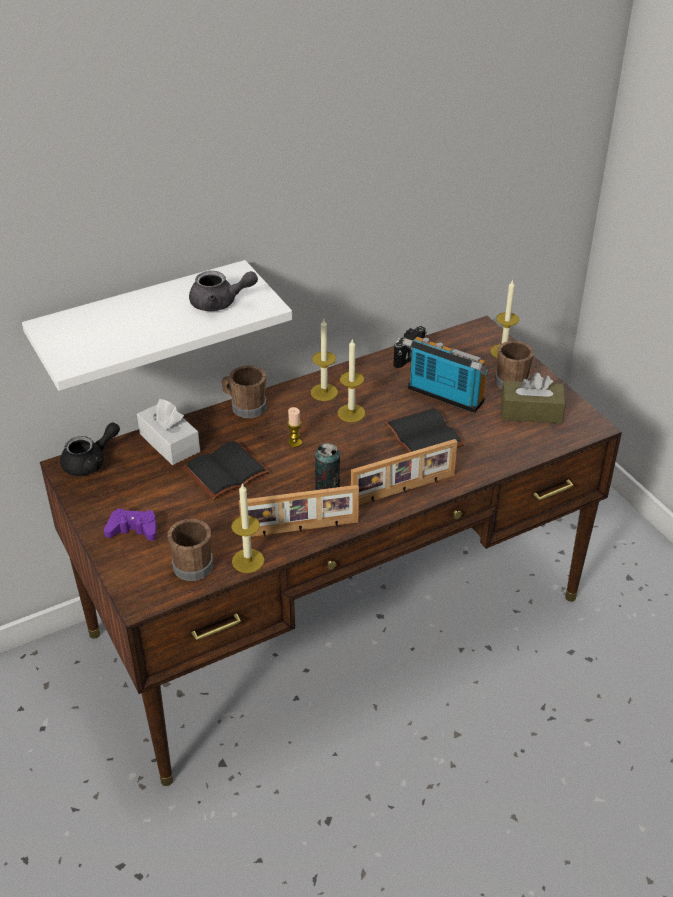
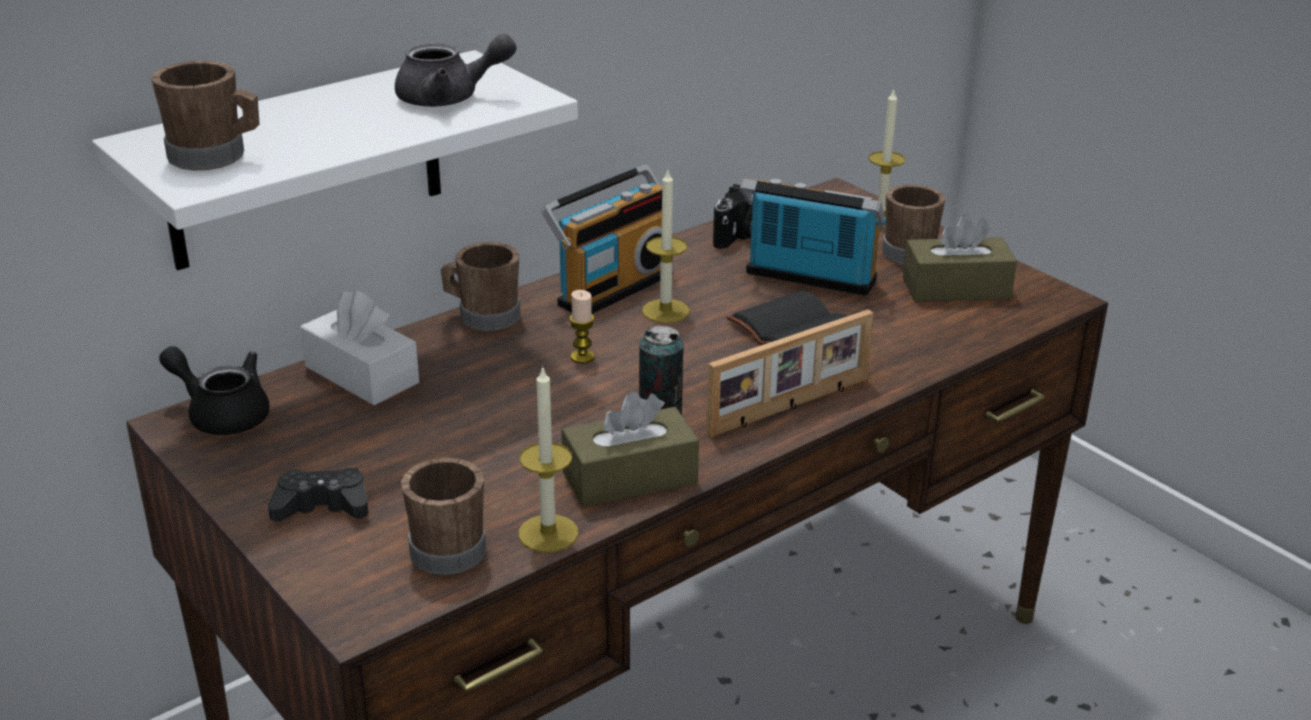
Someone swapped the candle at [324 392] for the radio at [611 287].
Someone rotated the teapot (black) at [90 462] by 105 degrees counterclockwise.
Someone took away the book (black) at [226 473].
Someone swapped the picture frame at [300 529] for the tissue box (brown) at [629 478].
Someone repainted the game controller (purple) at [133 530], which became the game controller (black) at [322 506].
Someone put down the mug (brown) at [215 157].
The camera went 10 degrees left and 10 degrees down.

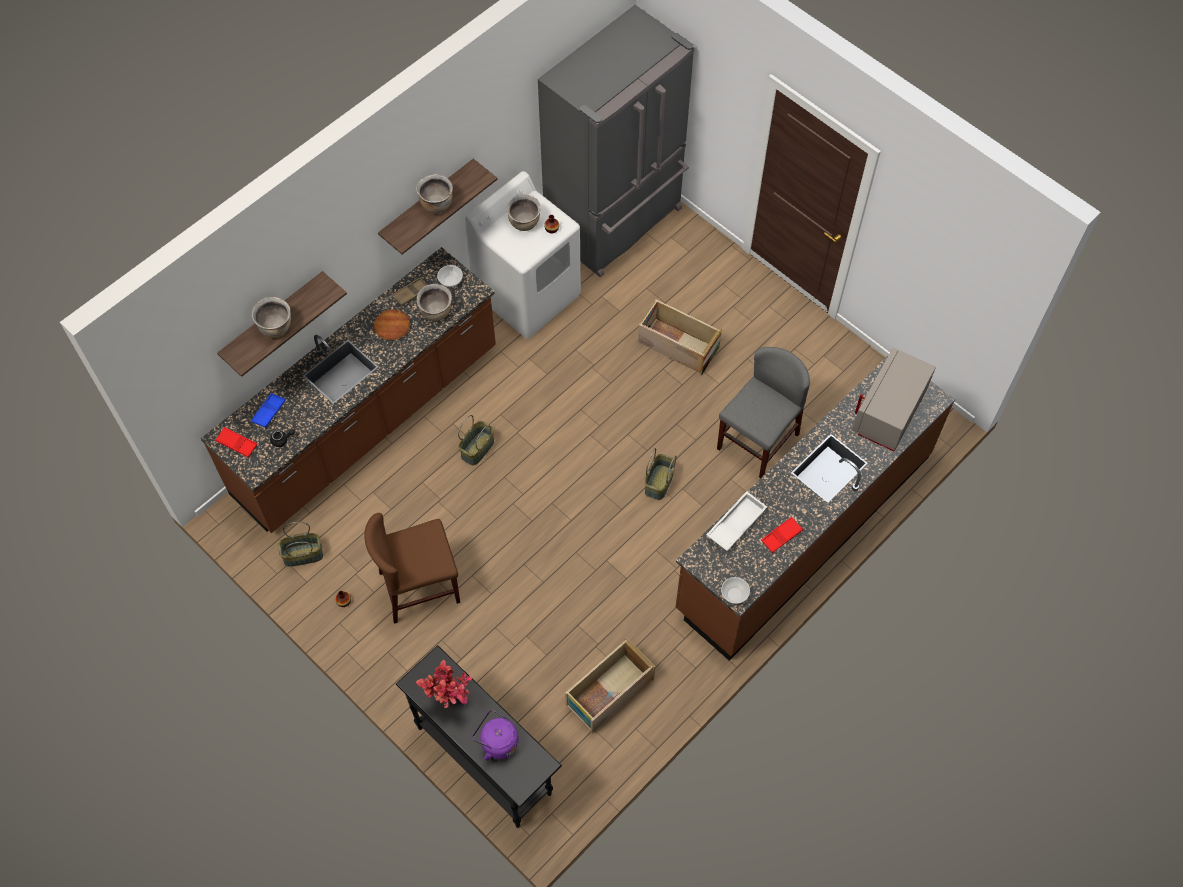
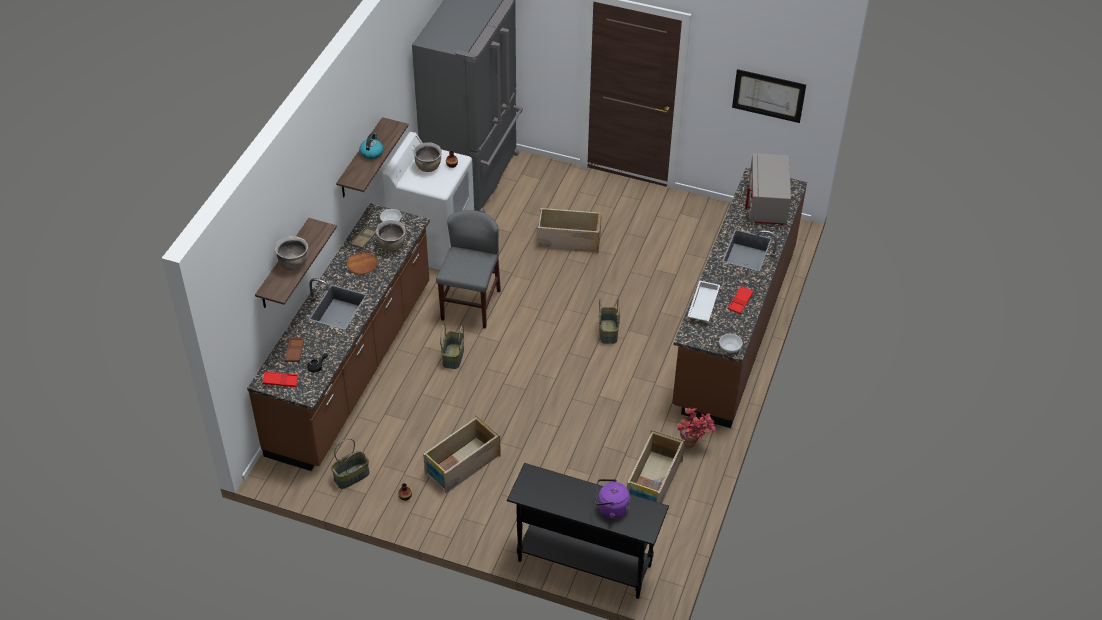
Someone swapped the cooking pot (brown) at [436 204] for the kettle at [371 152].
Someone carried the chair (grey) from [757 441] to [470 305].
Someone repainted the tray (blue) at [269 412], which became the tray (brown) at [294 351].
Someone swapped the chair (brown) at [419 587] for the crate at [462 465].
Someone carried the potted plant from [450 700] to [693 445].
Someone put up the picture at [768 95].
The camera went 25 degrees left and 15 degrees down.

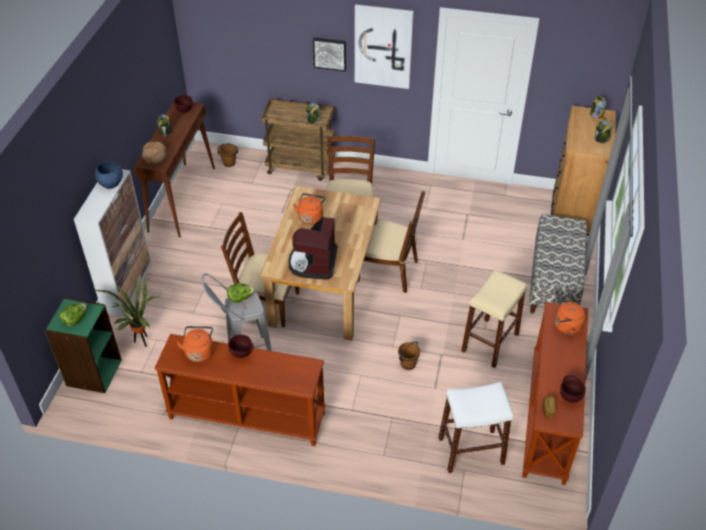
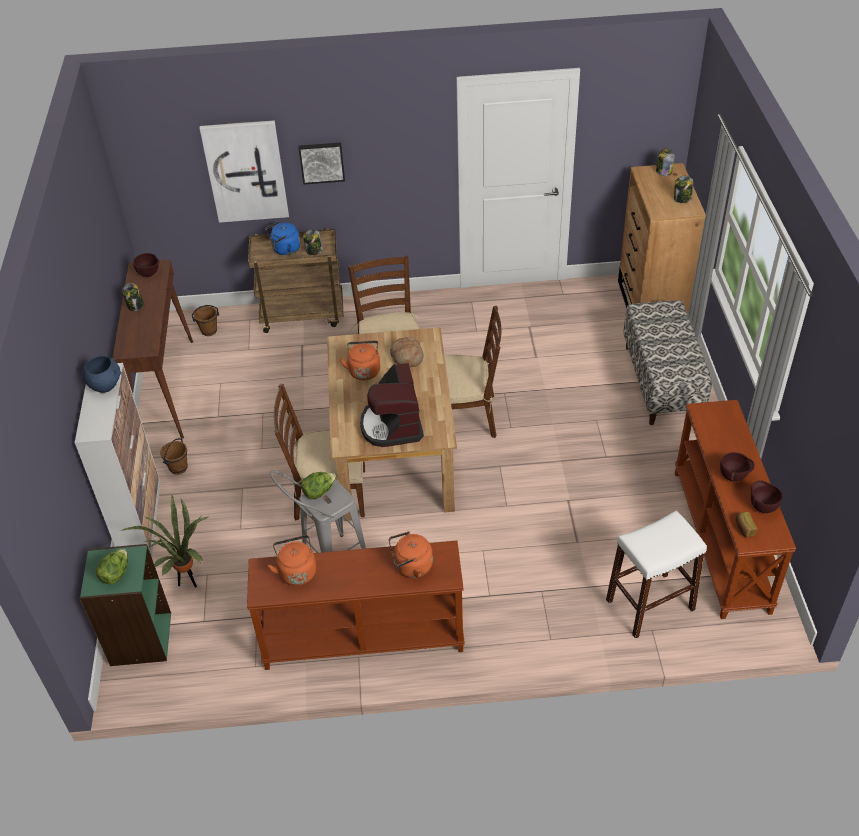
Someone carried the picture from [383 46] to [245 171].
Someone carried the bread from [154 156] to [407 357].
Someone took away the stool (beige) at [490 342].
Someone carried the kettle (orange) from [565 326] to [411 567].
Someone carried the bowl (brown) from [242 354] to [734 477].
Someone carried the bucket (brown) from [408 364] to [179 468].
Someone put down the kettle (blue) at [284 250].
The camera went 15 degrees left and 0 degrees up.

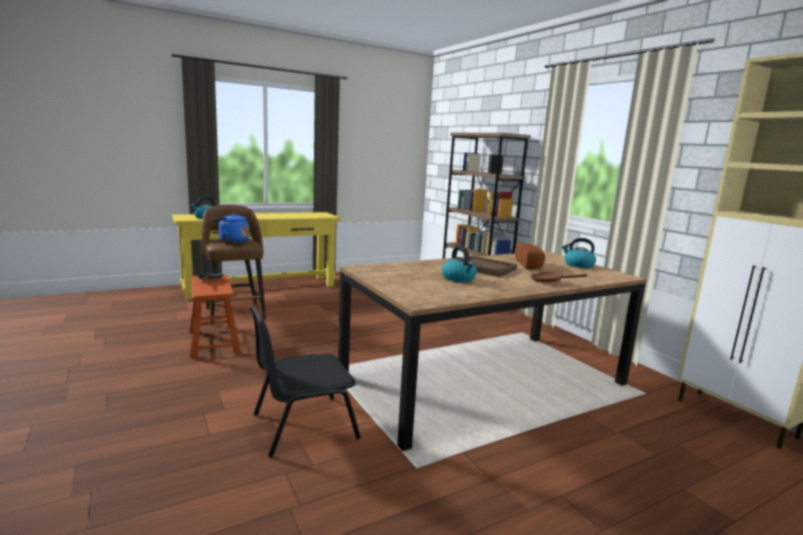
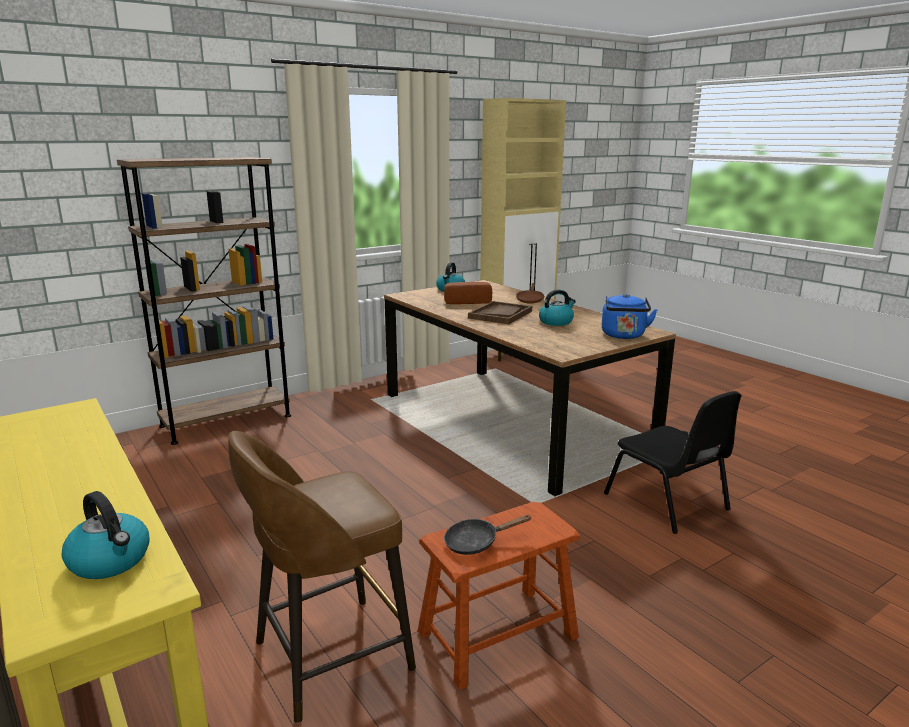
Someone carried the kettle (blue) from [232 241] to [624 336].
The camera went 95 degrees left and 5 degrees up.

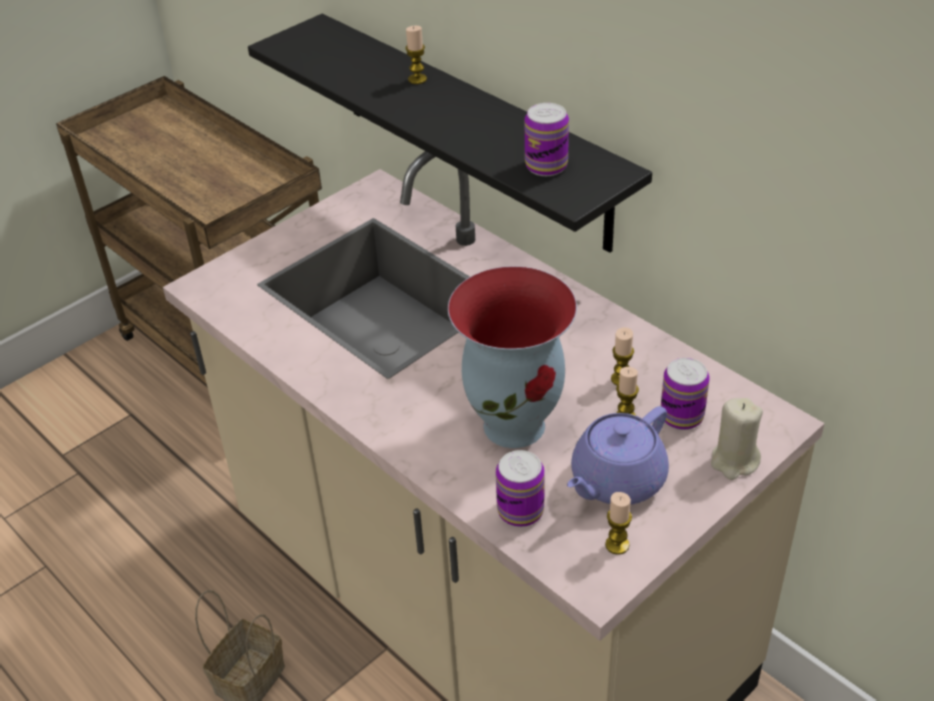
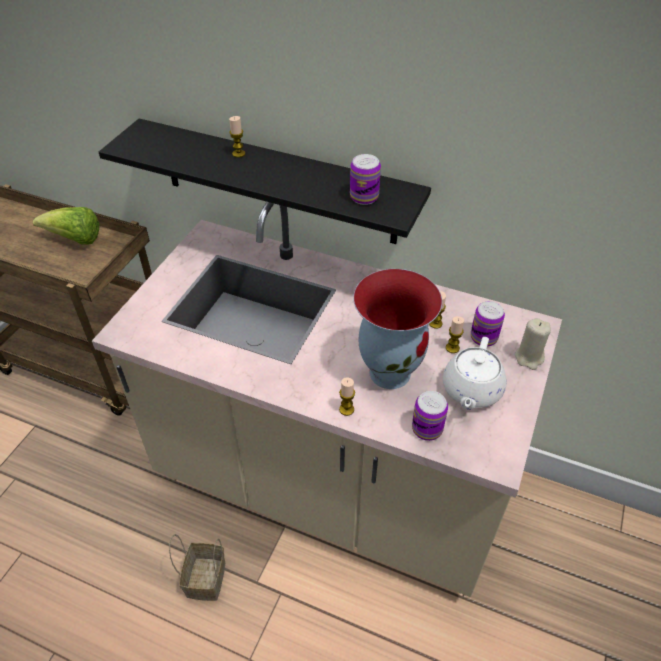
Someone repainted the teapot (purple) at [616 481], which became the teapot (white) at [471 390].
Someone carried the candle from [617 545] to [346 409].
Someone put down the lettuce at [75 239].
The camera went 25 degrees left and 5 degrees up.

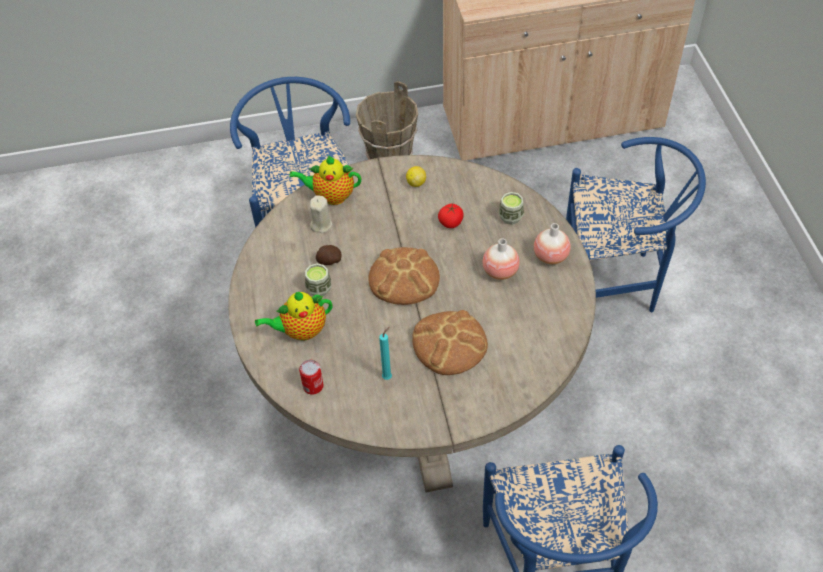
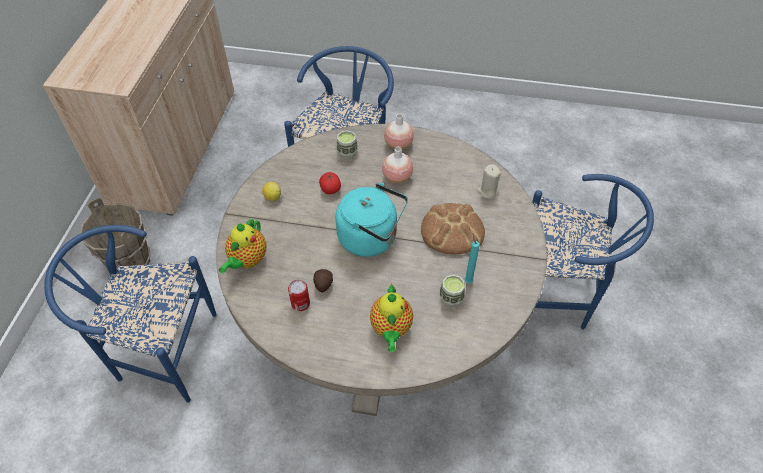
Someone carried the candle (beige) from [321 224] to [487 191].
Someone swapped the bread at [403 278] for the kettle (turquoise) at [371 238].
Someone carried the cup from [319 289] to [451 298].
Someone carried the can from [313 386] to [300 303].
The camera went 70 degrees left and 0 degrees up.

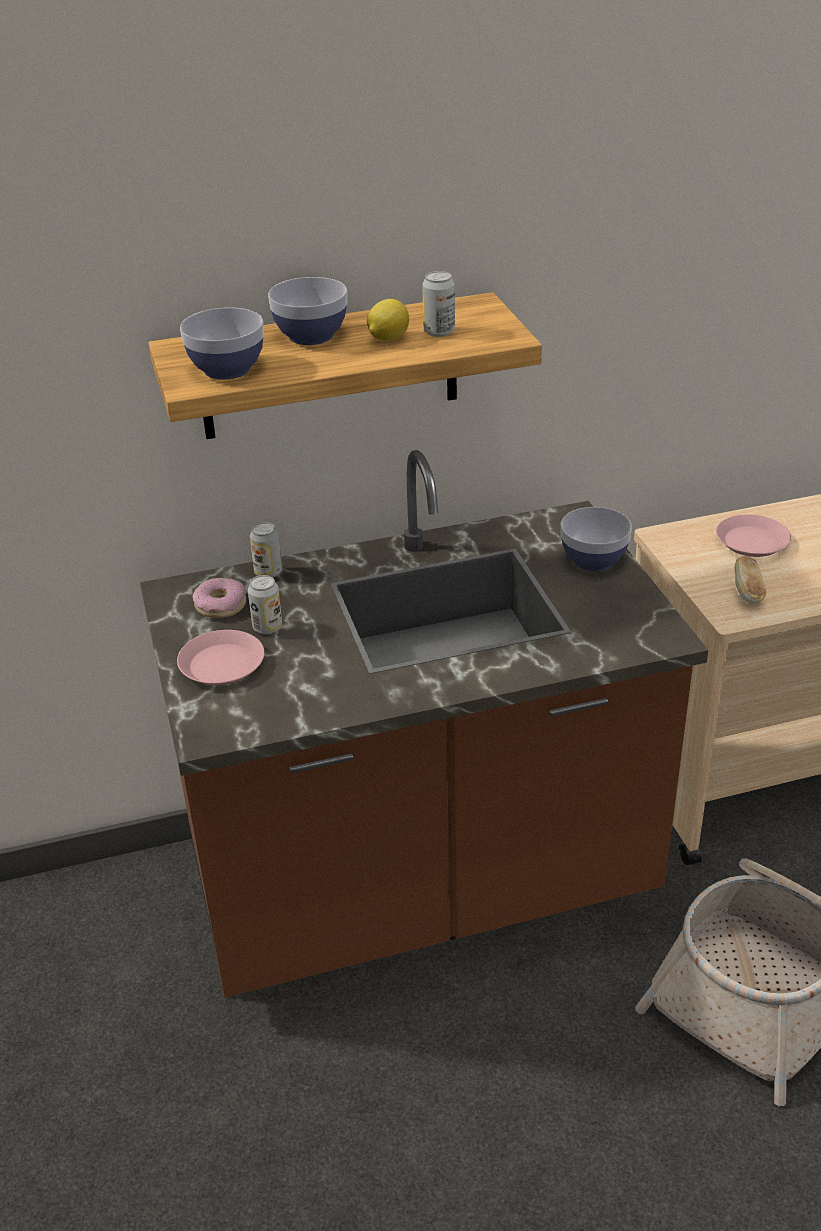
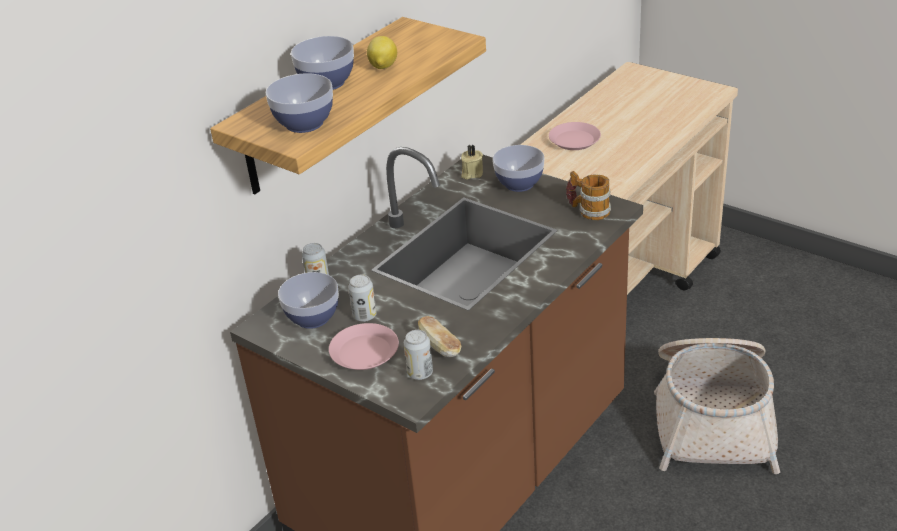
Someone carried the can from [439 332] to [420 373].
Someone carried the bread from [748 591] to [440 346].
Someone swapped the donut at [221 605] for the bowl at [313 318].
Someone put down the candle (beige) at [471 173].
Someone put down the mug at [588 211].
The camera went 35 degrees left and 0 degrees up.

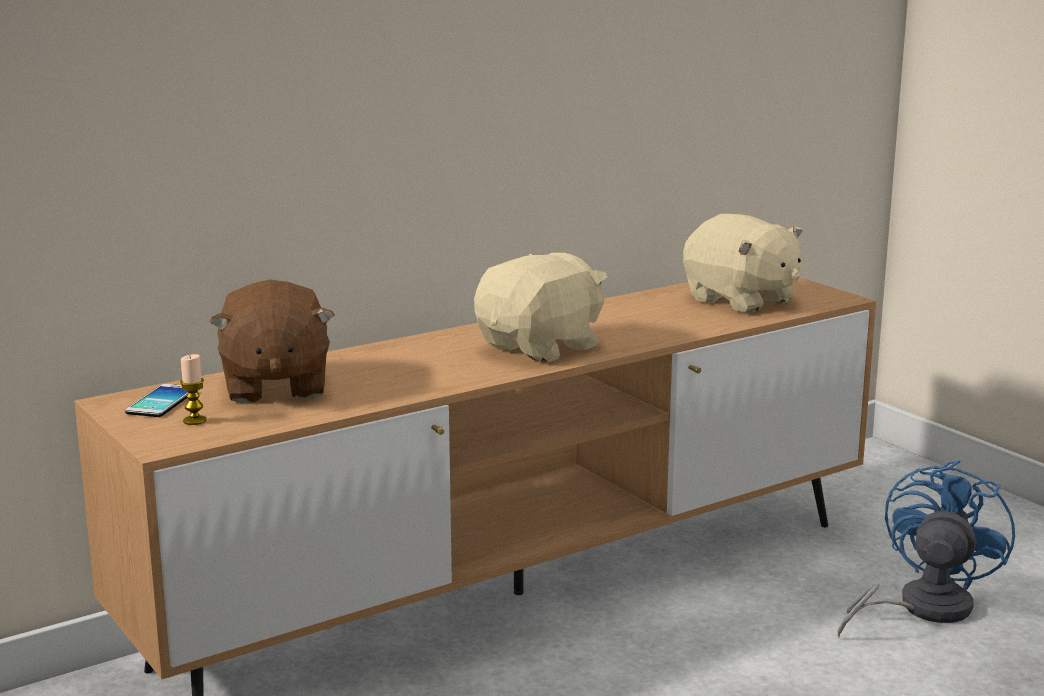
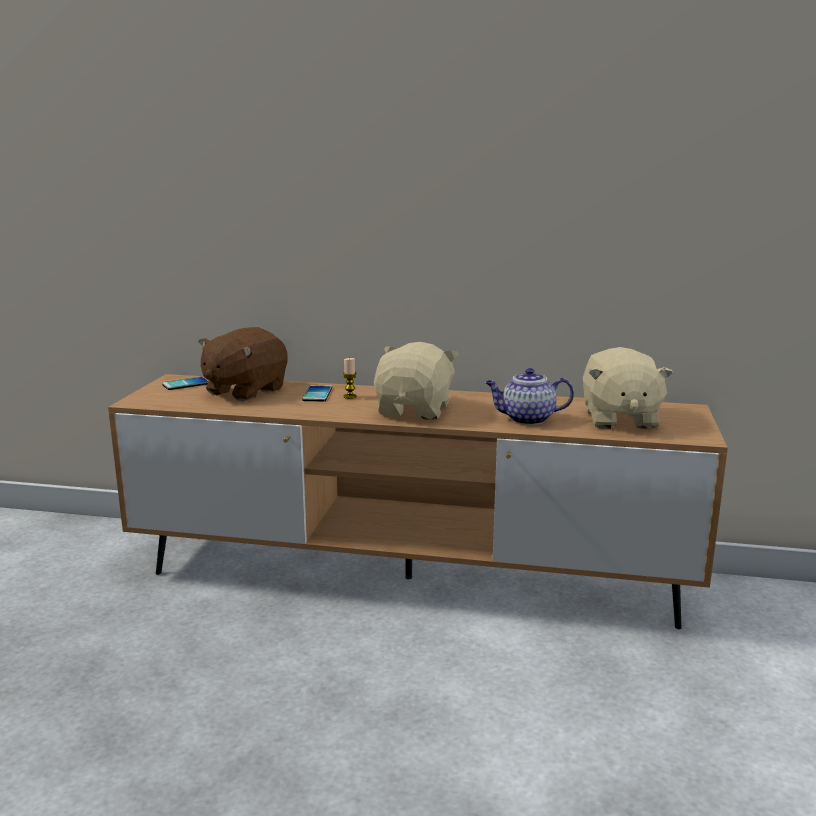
Someone rotated the plush toy (beige) at [542 347] by 75 degrees counterclockwise.
Someone carried the candle from [194 421] to [350 396].
Someone took away the fan (blue) at [920 609].
Someone put down the teapot at [526 419].
Someone put down the phone at [317 394].
The camera went 45 degrees right and 0 degrees up.

